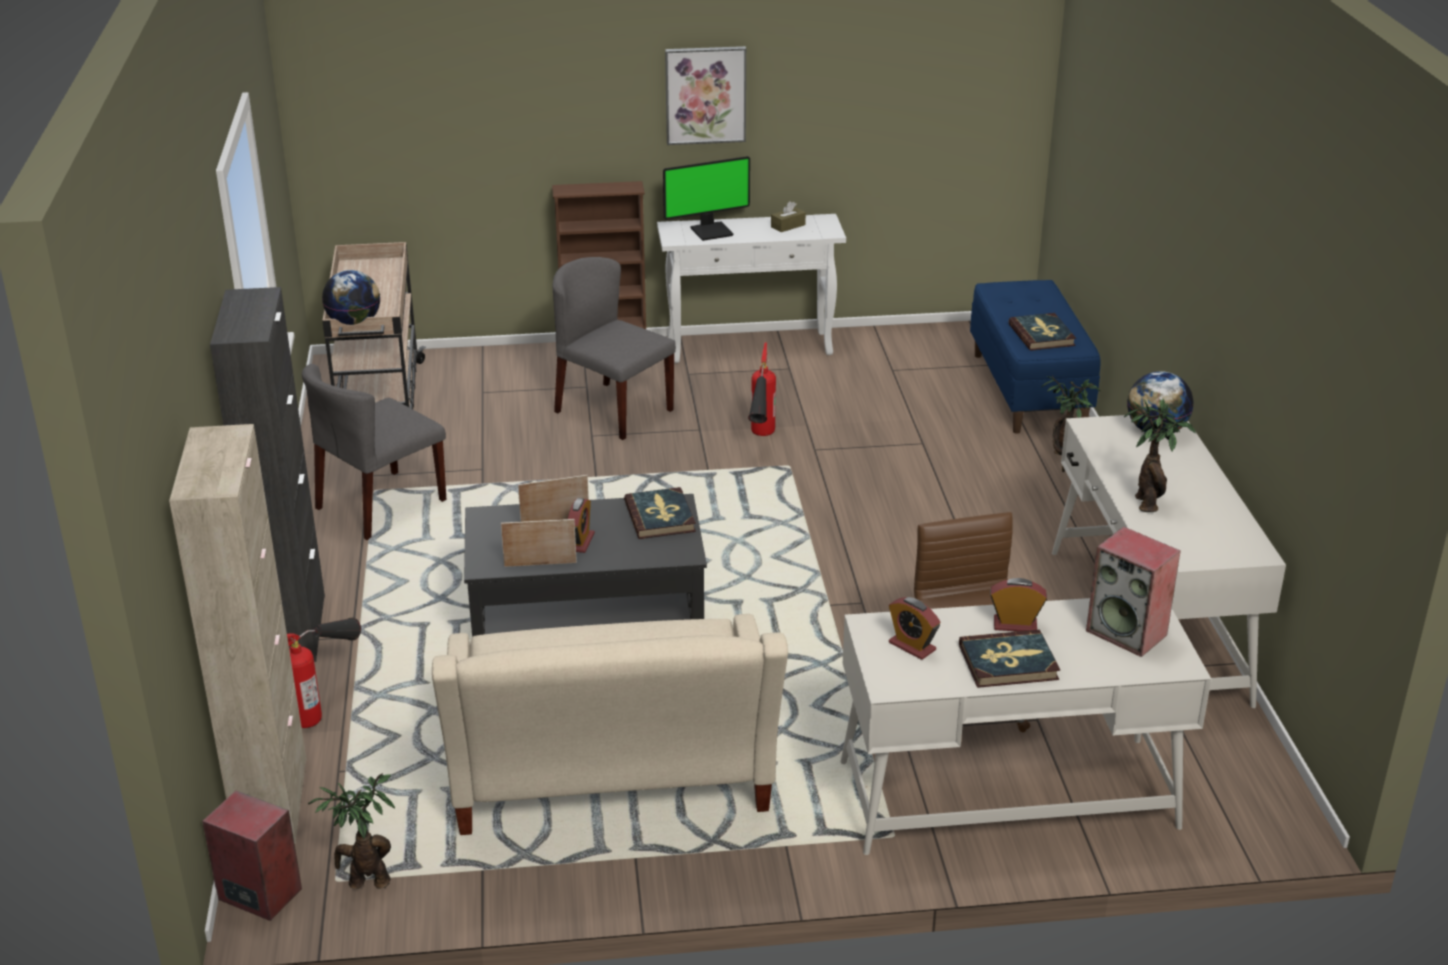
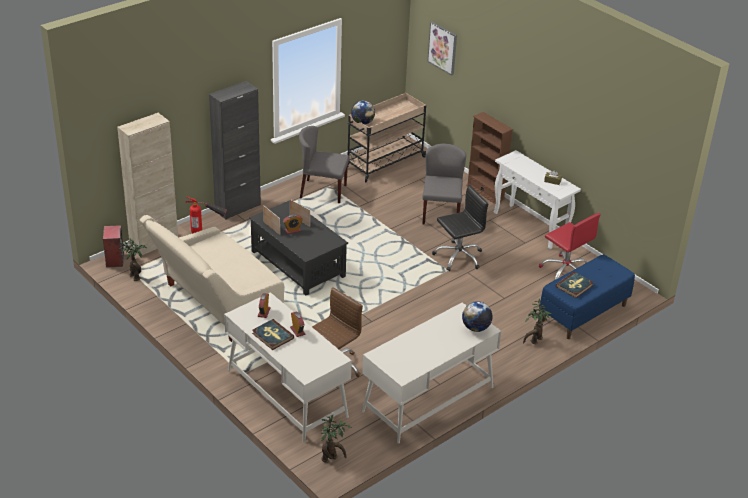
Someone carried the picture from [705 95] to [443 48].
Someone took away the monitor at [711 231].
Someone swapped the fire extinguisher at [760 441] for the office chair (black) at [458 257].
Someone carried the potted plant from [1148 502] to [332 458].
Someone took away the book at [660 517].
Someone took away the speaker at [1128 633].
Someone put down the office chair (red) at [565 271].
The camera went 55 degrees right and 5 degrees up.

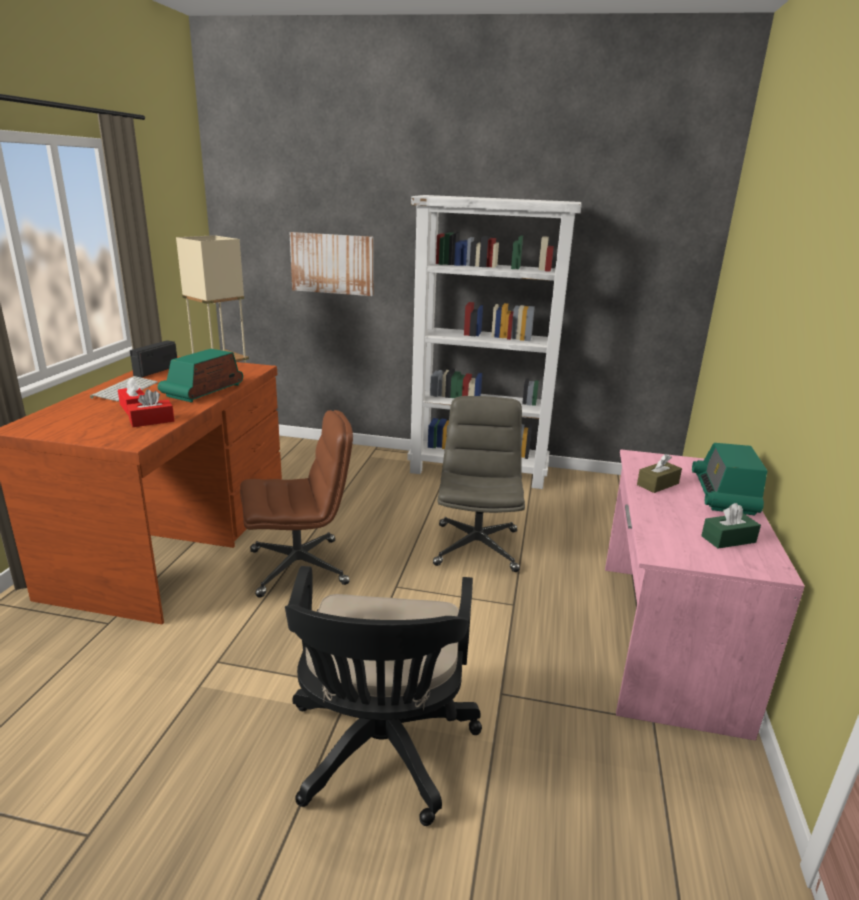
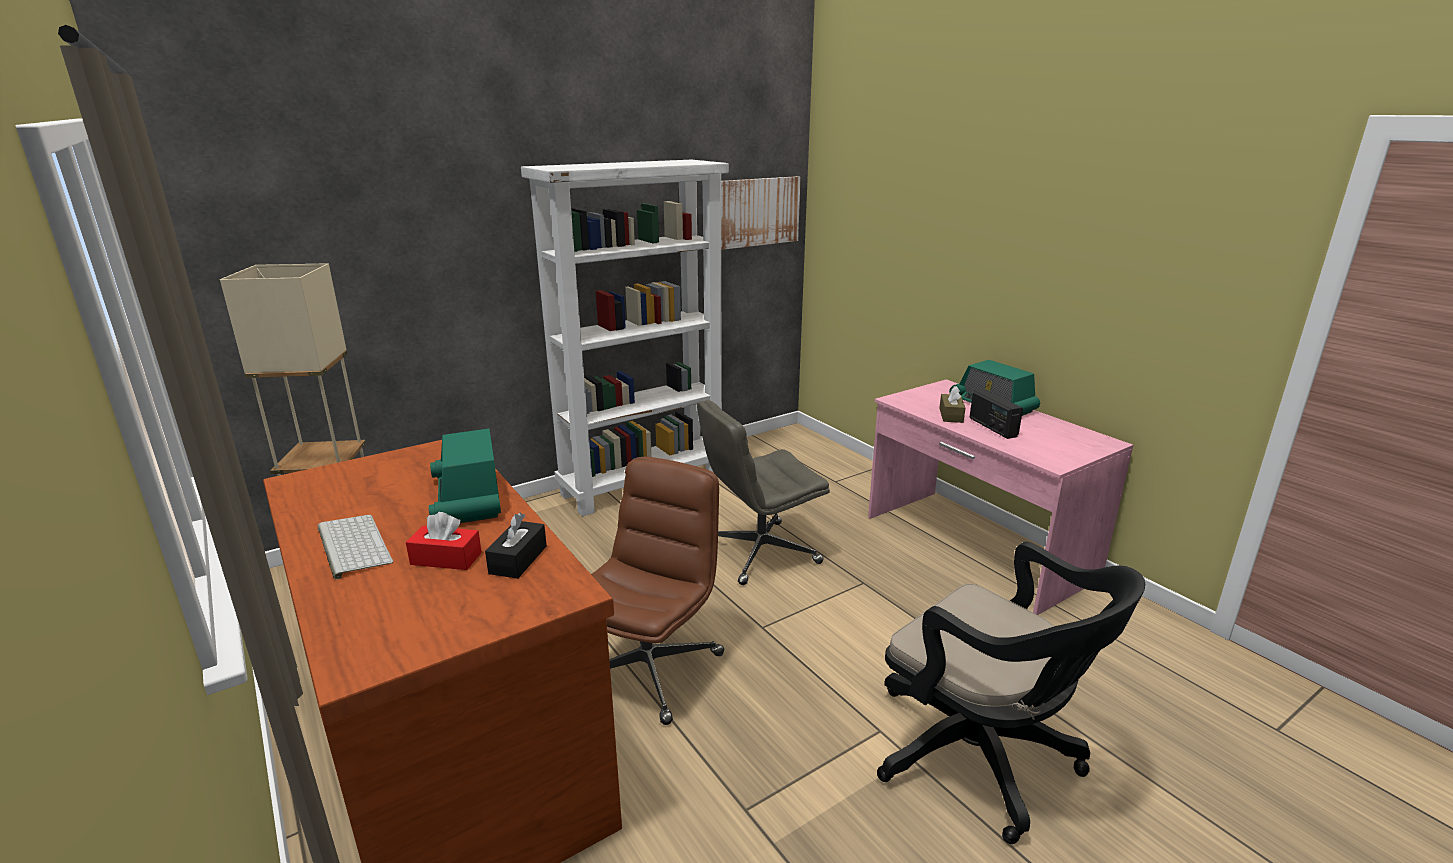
Someone carried the picture from [332 263] to [758 212].
Someone carried the radio from [156 371] to [992 427].
Someone repainted the tissue box (red) at [152 421], which became the tissue box (black) at [518 560].
Someone rotated the office chair (grey) at [476 546] by 75 degrees counterclockwise.
Someone took away the tissue box (green) at [728 539].
The camera went 45 degrees left and 0 degrees up.

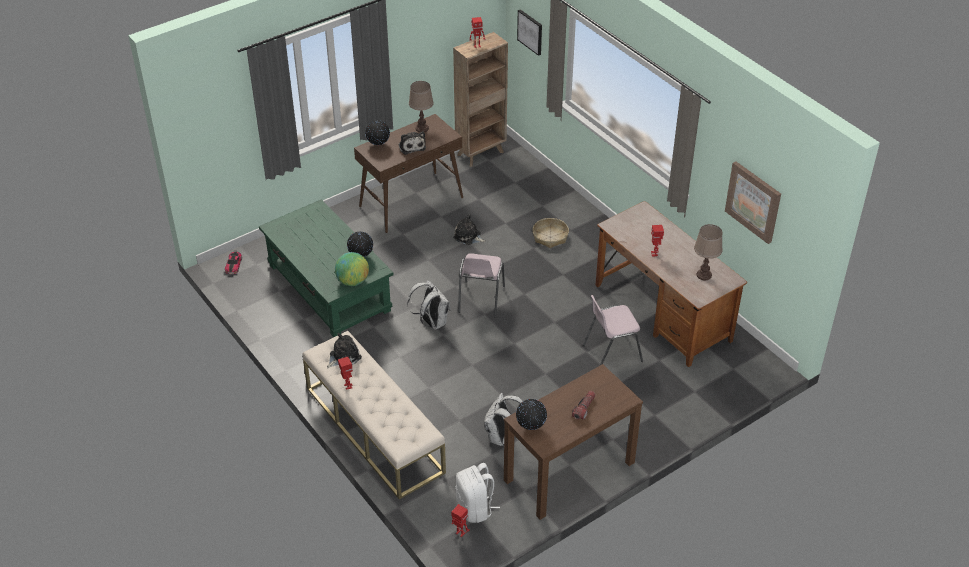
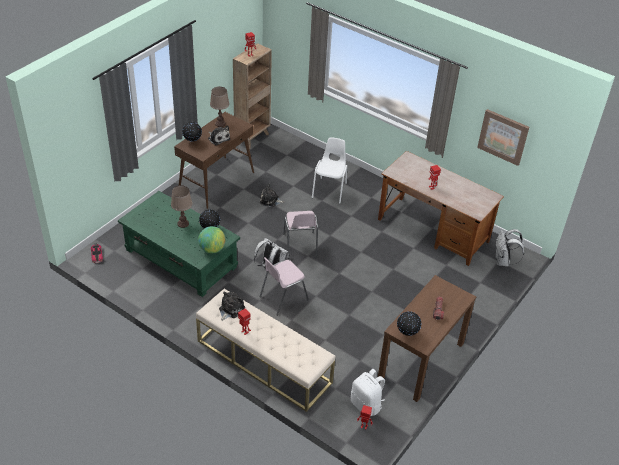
Someone took away the picture at [530 32].
Someone swapped the basket at [550 237] for the chair (white) at [330 190].
Someone carried the table lamp (brown) from [704 275] to [183 223].
Someone carried the chair (pink) from [611 353] to [283 298].
Someone carried the backpack (white) from [502 438] to [503 261].
The camera went 20 degrees left and 0 degrees up.

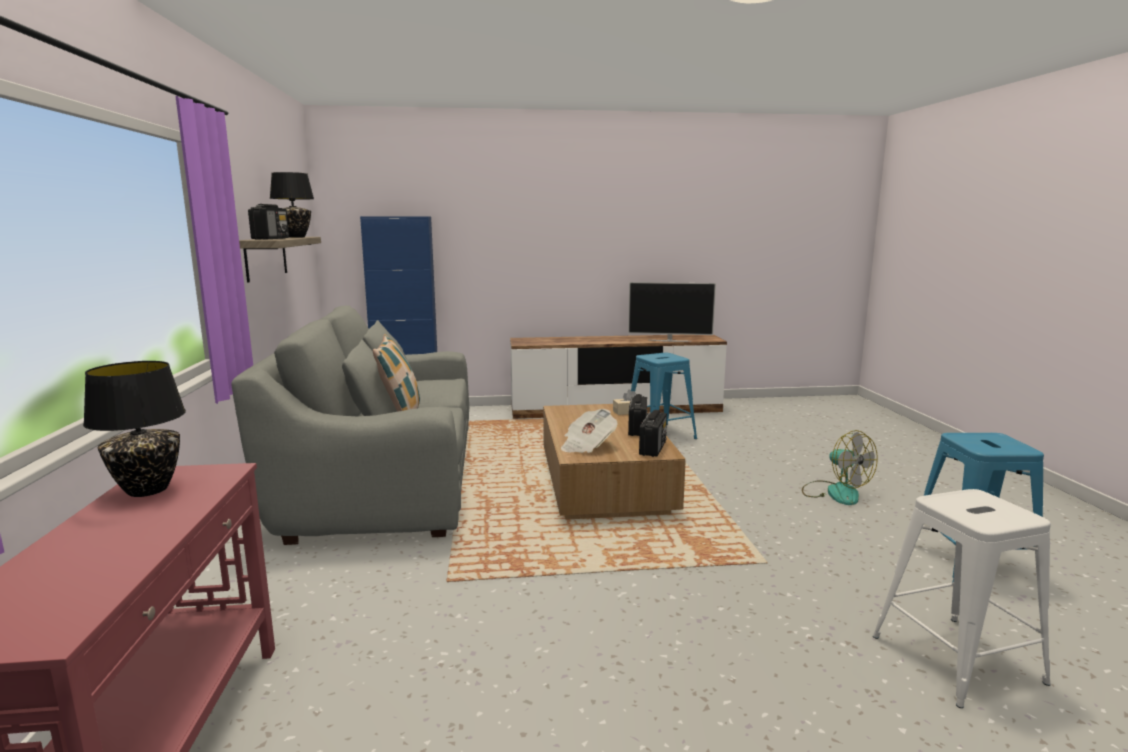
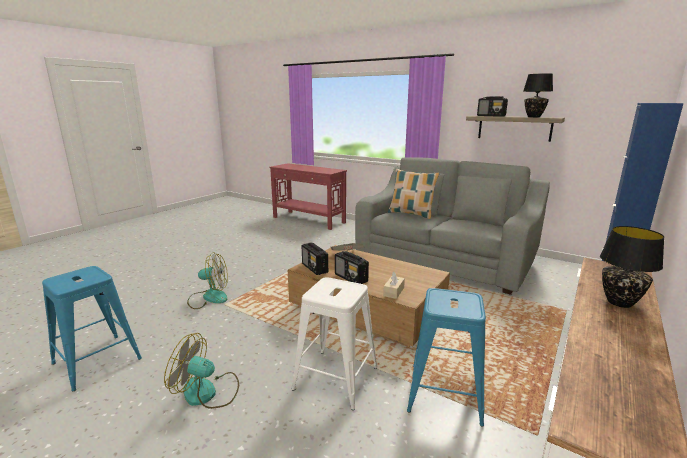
Someone took away the television at [669 340].
Someone carried the table lamp (black) from [147 490] to [620 302].
Someone carried the stool (white) from [956 660] to [335 377].
Someone put down the fan at [209 297].
The camera went 130 degrees right and 5 degrees up.

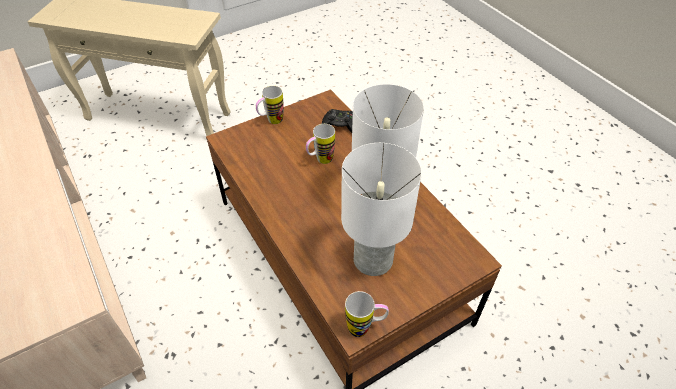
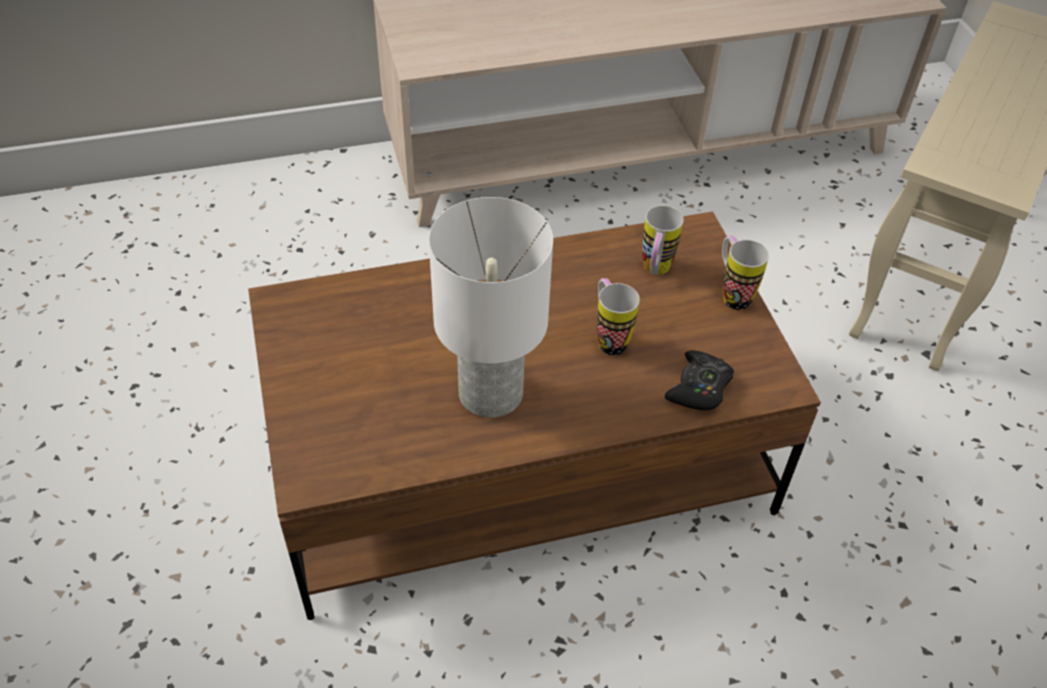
Someone took away the table lamp (white) at [374 259].
Someone carried the mug from [365 328] to [654 271].
The camera went 105 degrees right and 0 degrees up.

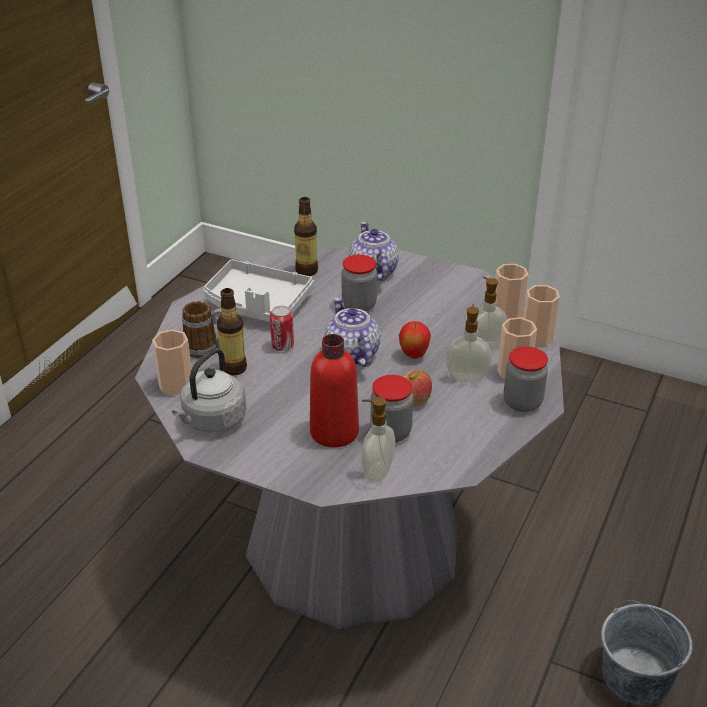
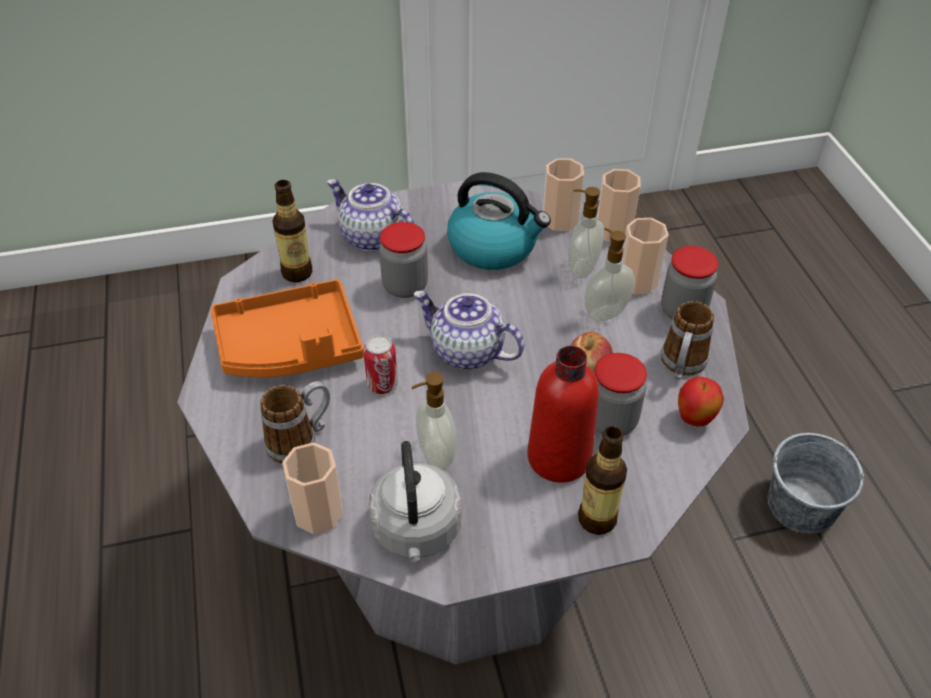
Someone repainted the tray (grey) at [257 304], which became the tray (orange) at [290 346].
Someone carried the bottle from [233 368] to [597 519].
Someone carried the apple from [414 355] to [694 419].
Someone carried the soap dispenser from [376 472] to [435 455].
Someone put down the kettle at [494 247].
Someone put down the mug at [681 367].
The camera went 40 degrees left and 10 degrees up.

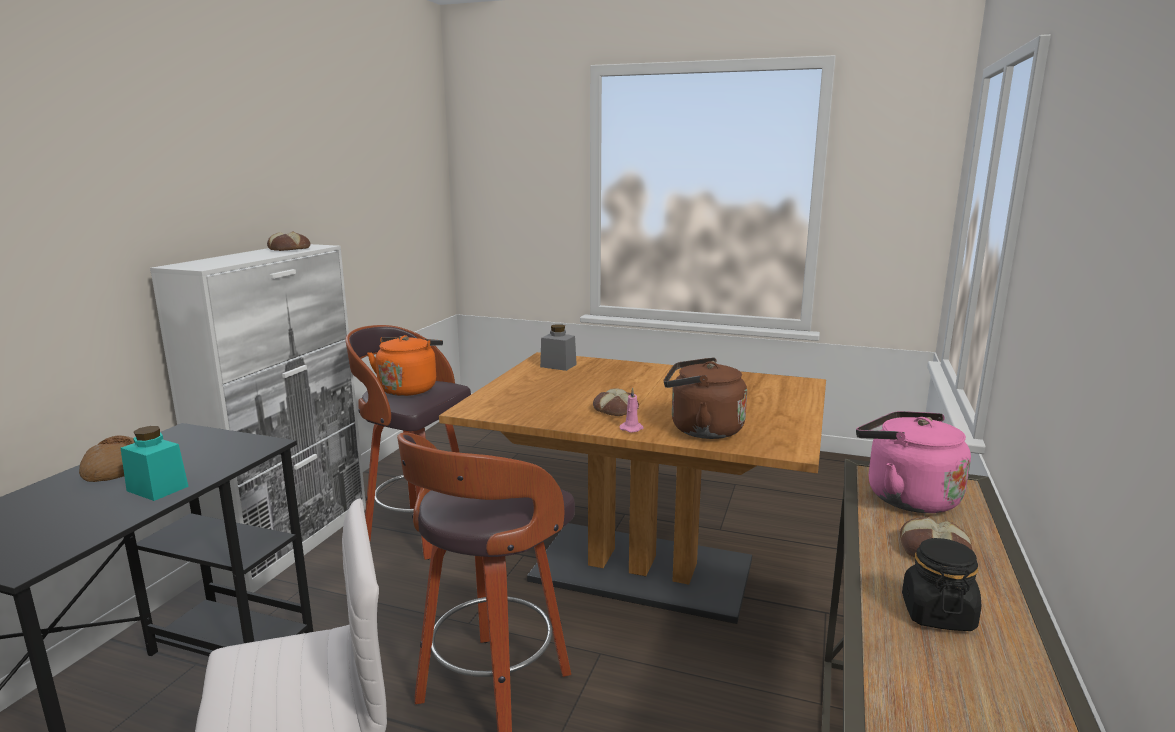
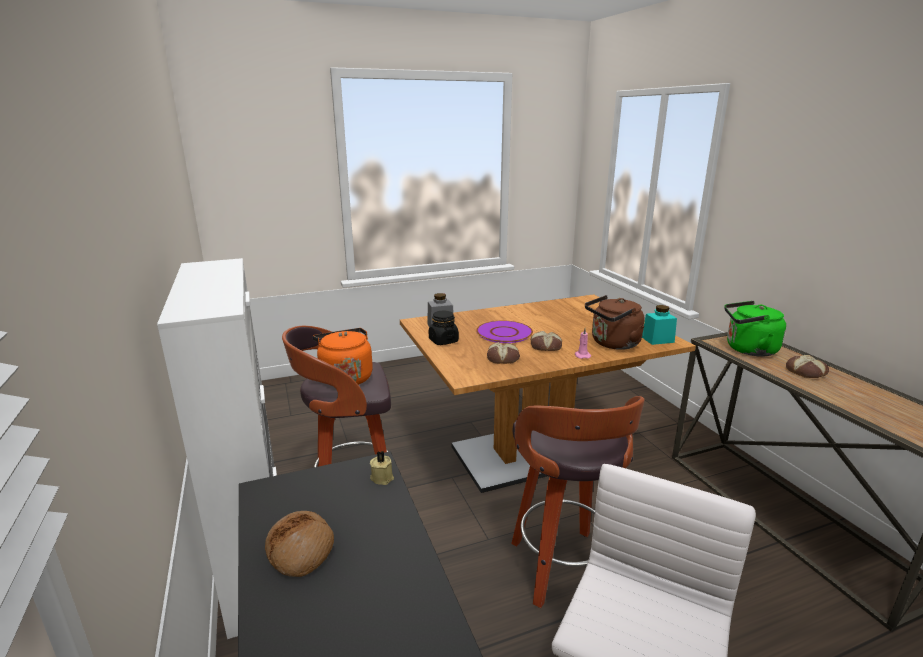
Someone carried the bread from [289 249] to [503 358].
Someone repainted the kettle (pink) at [905 497], which became the kettle (green) at [748 350].
Someone carried the jar (turquoise) from [157 488] to [657 339].
Someone carried the jar (black) from [937 614] to [443 341].
Someone put down the plate (purple) at [504 333].
Someone put down the candle (beige) at [382 477].
The camera went 40 degrees left and 5 degrees up.

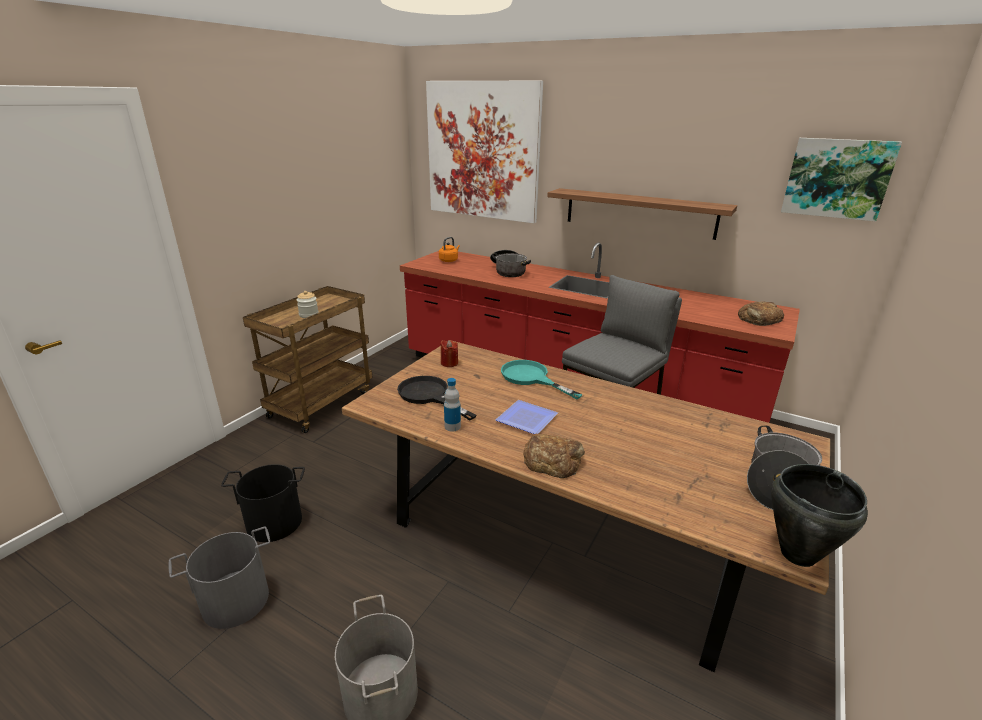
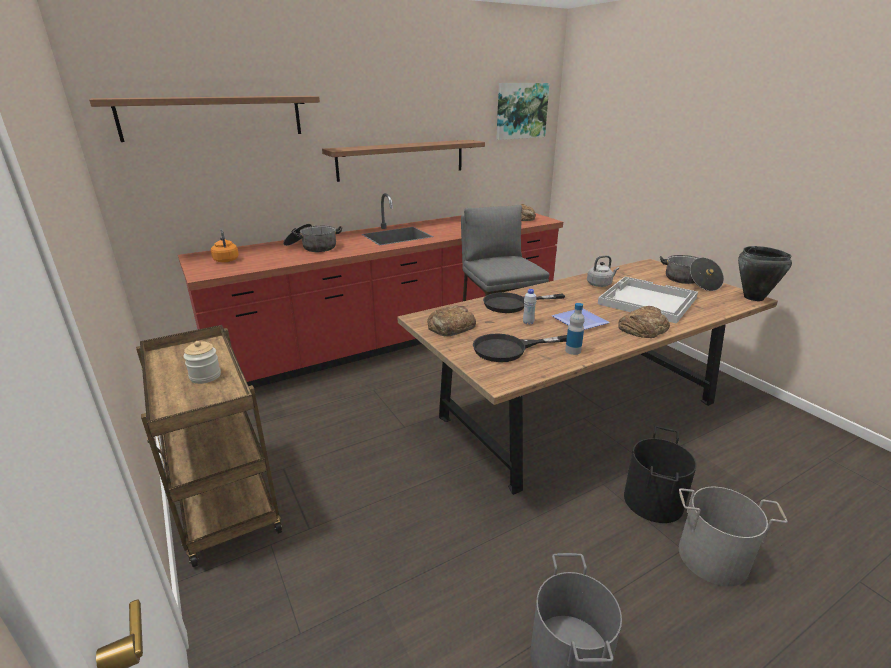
Someone swapped the picture at [483 151] for the shelf at [213 117].
Someone swapped the candle (red) at [449 363] for the bread at [450 327].
Someone repainted the frying pan (turquoise) at [531 378], which became the frying pan (black) at [513 304].
Someone carried the bucket (black) from [274 522] to [652 501].
Someone put down the kettle (grey) at [600 284].
Someone put down the tray (white) at [646 301].
Someone put down the bottle (white) at [528 323].
The camera went 60 degrees left and 0 degrees up.

